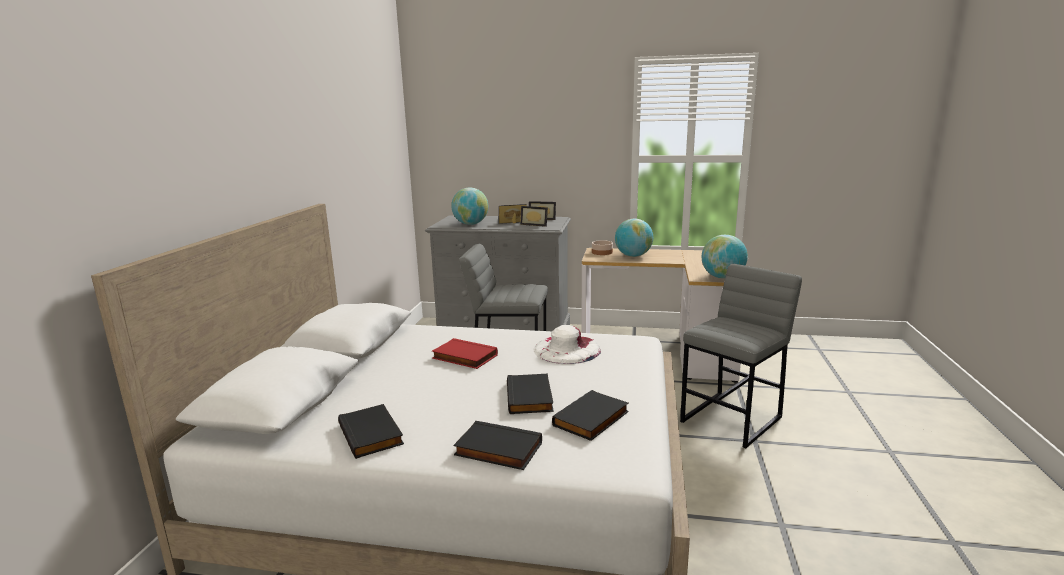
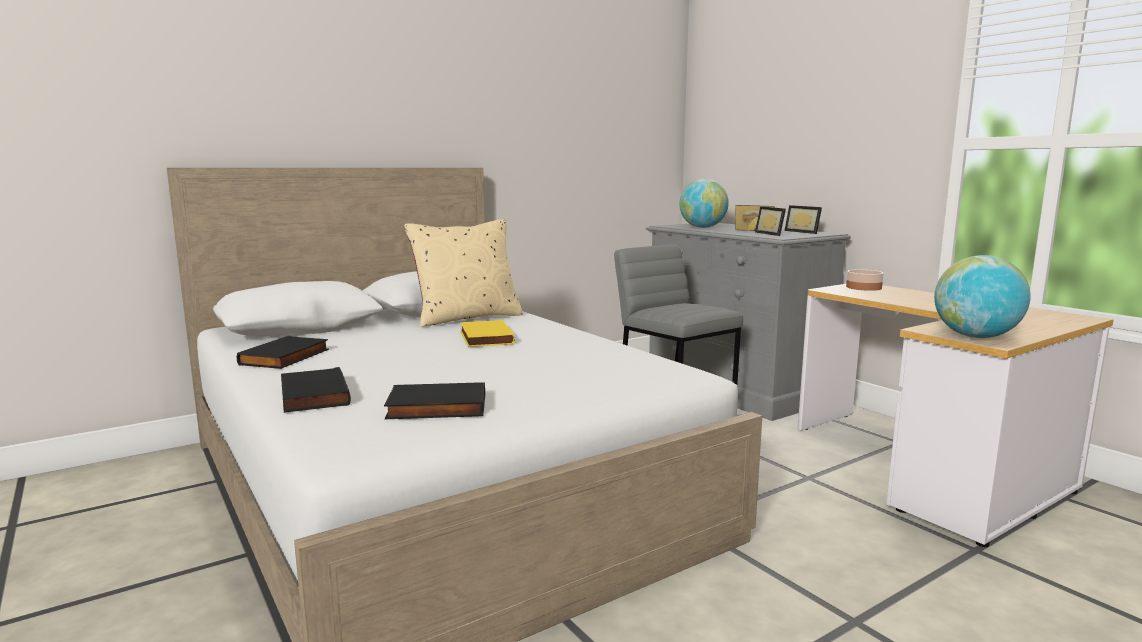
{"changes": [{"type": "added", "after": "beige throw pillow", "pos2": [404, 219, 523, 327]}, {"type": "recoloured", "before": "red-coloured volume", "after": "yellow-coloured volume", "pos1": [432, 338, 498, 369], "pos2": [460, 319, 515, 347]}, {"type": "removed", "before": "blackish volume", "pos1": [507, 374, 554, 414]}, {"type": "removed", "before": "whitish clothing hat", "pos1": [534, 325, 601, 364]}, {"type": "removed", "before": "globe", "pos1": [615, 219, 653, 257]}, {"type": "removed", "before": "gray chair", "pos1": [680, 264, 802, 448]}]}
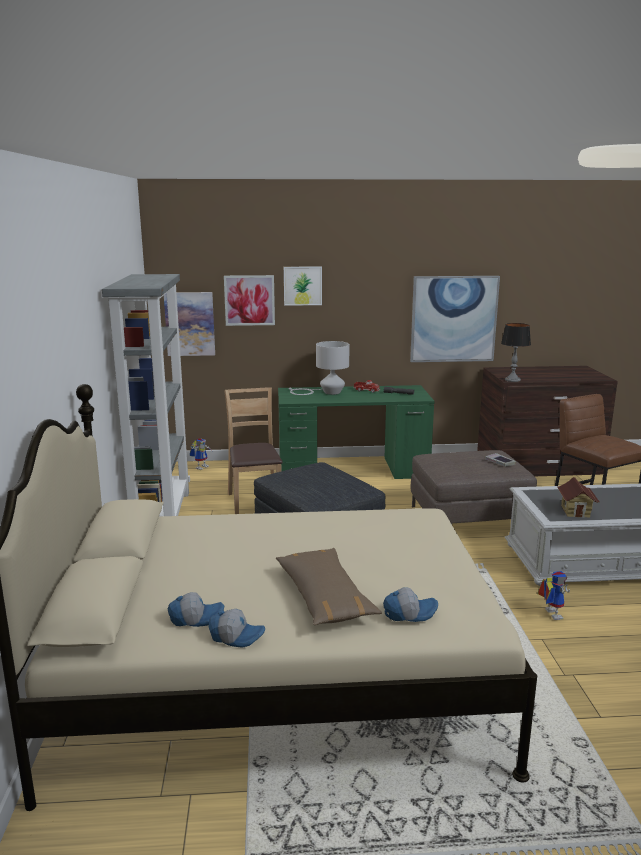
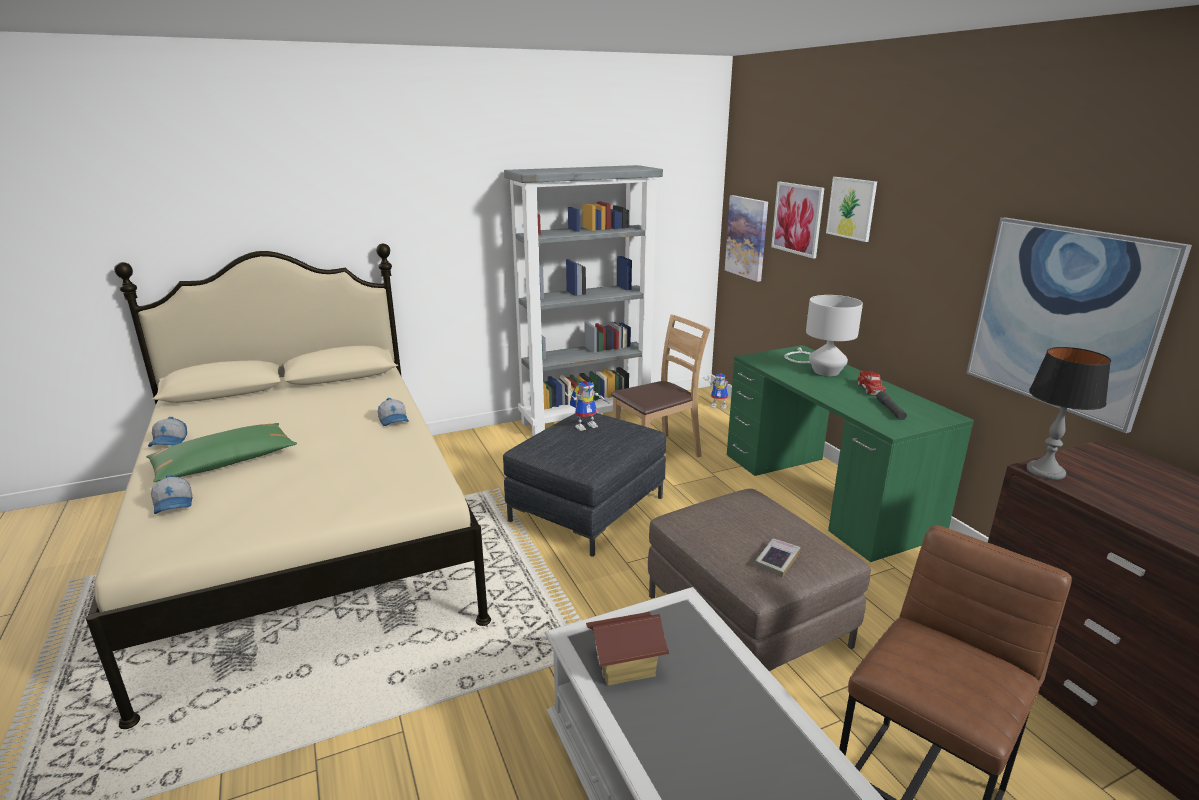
{"changes": [{"type": "recoloured", "before": "brown-coloured throw pillow", "after": "greenish throw pillow", "pos1": [276, 548, 382, 625], "pos2": [146, 423, 297, 482]}, {"type": "moved", "before": "peaked cap", "pos1": [168, 592, 224, 627], "pos2": [378, 398, 409, 426]}, {"type": "moved", "before": "model robot", "pos1": [538, 571, 570, 620], "pos2": [565, 381, 608, 431]}]}
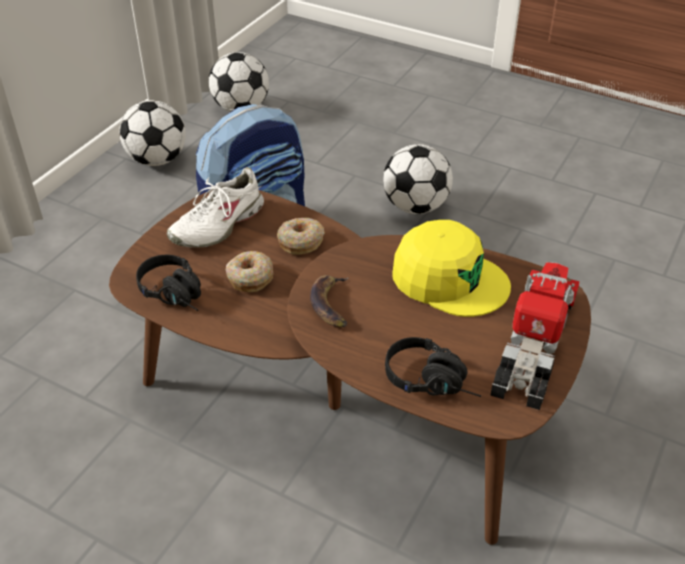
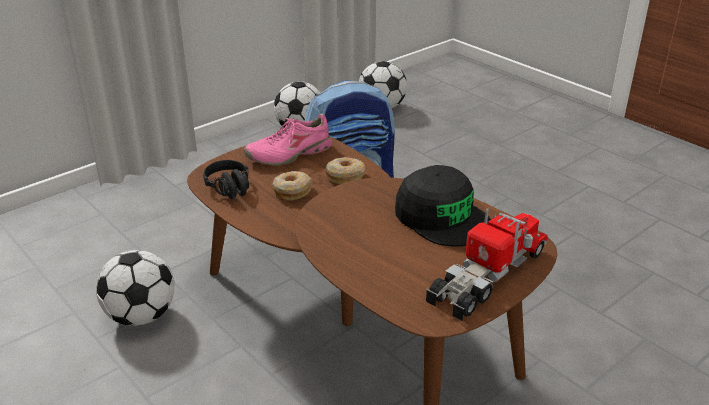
{"changes": [{"type": "moved", "before": "football", "pos1": [383, 144, 453, 214], "pos2": [96, 250, 175, 326]}, {"type": "recoloured", "before": "whitish low shoe", "after": "pinkish low shoe", "pos1": [167, 167, 264, 248], "pos2": [244, 114, 332, 166]}, {"type": "recoloured", "before": "yellow-coloured peaked cap", "after": "blackish peaked cap", "pos1": [392, 220, 511, 317], "pos2": [395, 165, 491, 247]}, {"type": "removed", "before": "banana", "pos1": [310, 275, 349, 327]}, {"type": "removed", "before": "blackish headset", "pos1": [385, 337, 481, 397]}]}
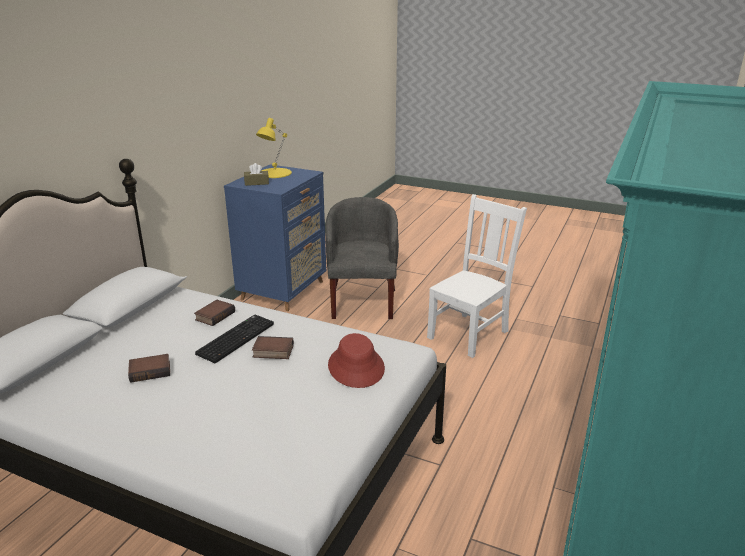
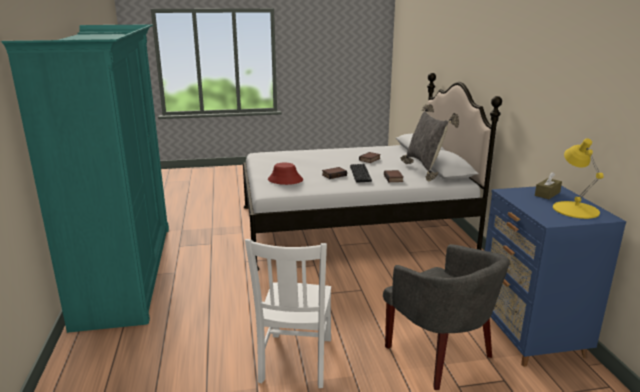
{"changes": [{"type": "added", "after": "throw pillow", "pos2": [401, 104, 459, 181]}]}
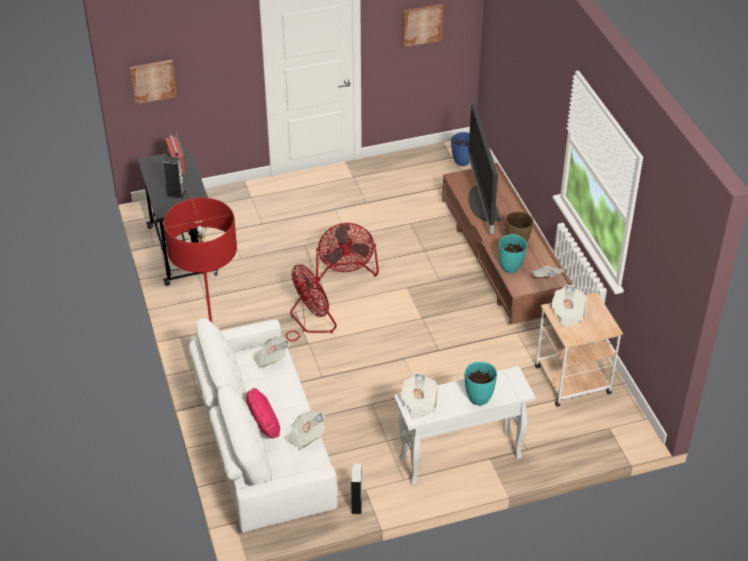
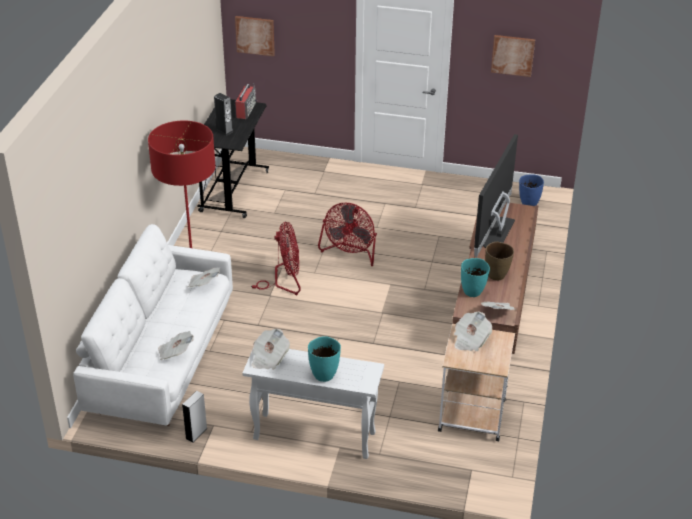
{"changes": [{"type": "removed", "before": "pinkish throw pillow", "pos1": [246, 388, 280, 438]}]}
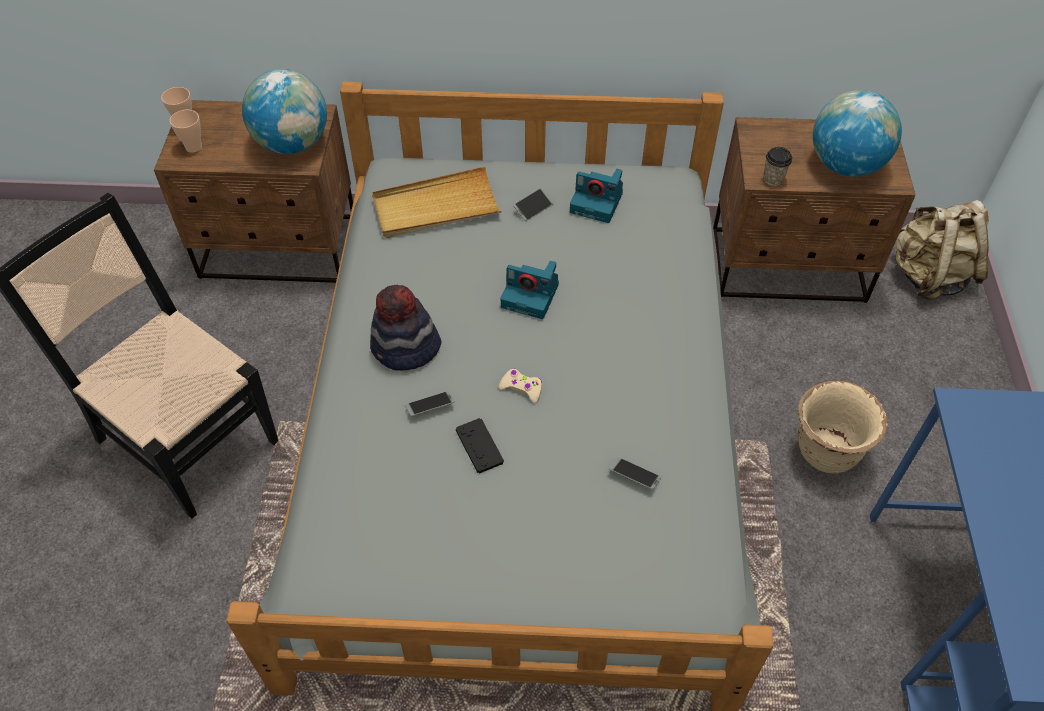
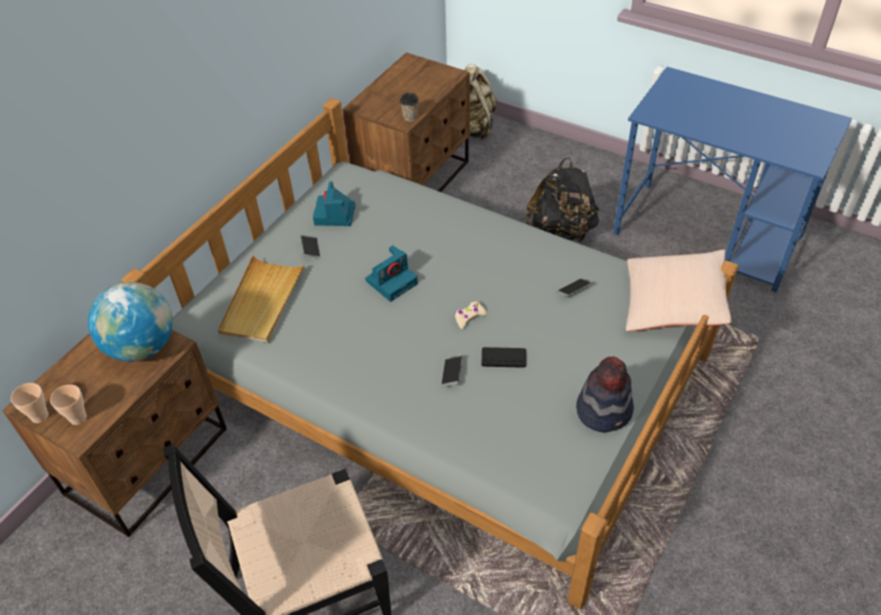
{"changes": [{"type": "turned", "before": "still camera", "pos1": [570, 169, 623, 223], "pos2": [313, 181, 355, 226], "turn": 135}, {"type": "replaced", "before": "beige planter", "after": "blackish backpack", "pos1": [798, 380, 888, 473], "pos2": [526, 157, 599, 242]}, {"type": "moved", "before": "clothing hat", "pos1": [370, 285, 442, 371], "pos2": [576, 356, 634, 432]}, {"type": "added", "after": "beige throw pillow", "pos2": [626, 249, 732, 331]}, {"type": "removed", "before": "globe", "pos1": [813, 90, 902, 177]}]}
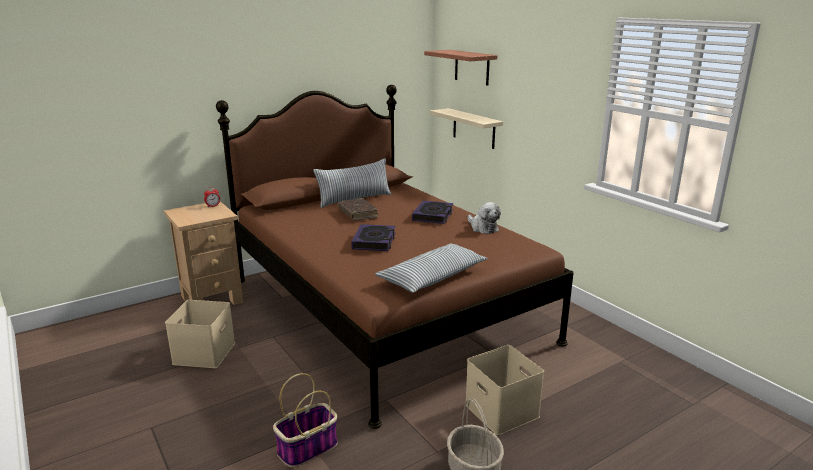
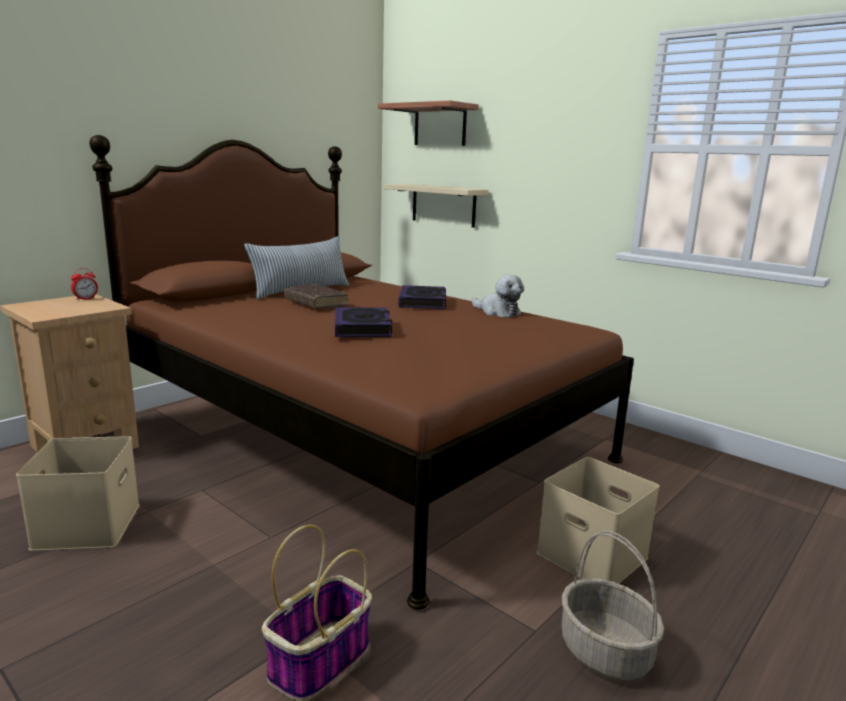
{"changes": [{"type": "removed", "before": "throw pillow", "pos1": [375, 243, 488, 293]}]}
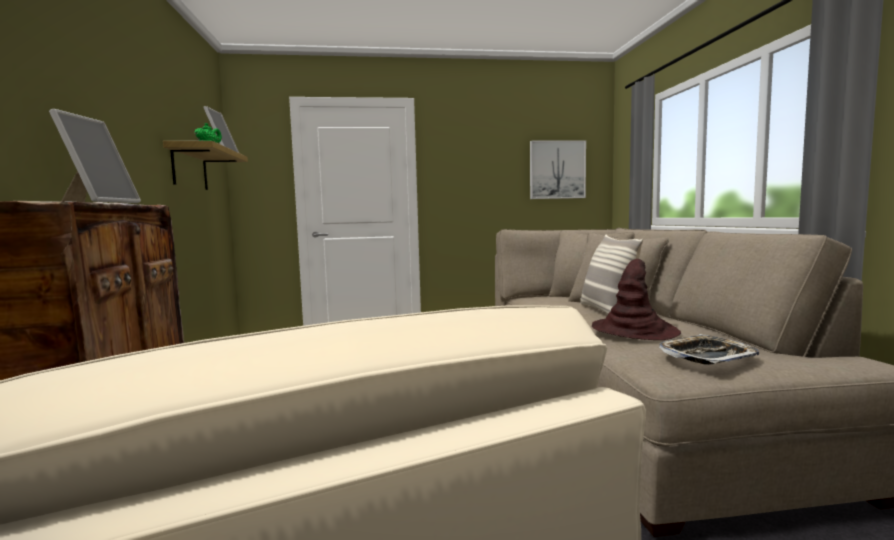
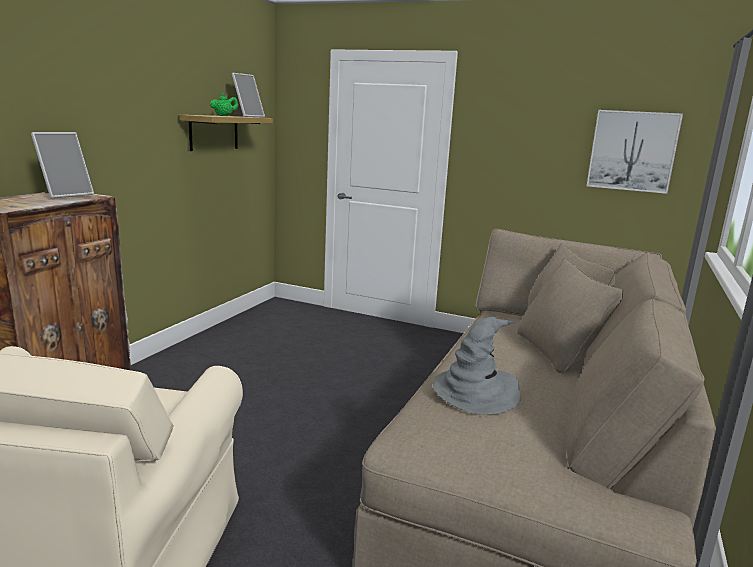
{"changes": [{"type": "recoloured", "before": "brown-coloured clothing hat", "after": "gray clothing hat", "pos1": [592, 259, 681, 340], "pos2": [433, 317, 520, 414]}, {"type": "removed", "before": "throw pillow", "pos1": [580, 234, 643, 314]}, {"type": "removed", "before": "carrying tray", "pos1": [659, 334, 759, 365]}]}
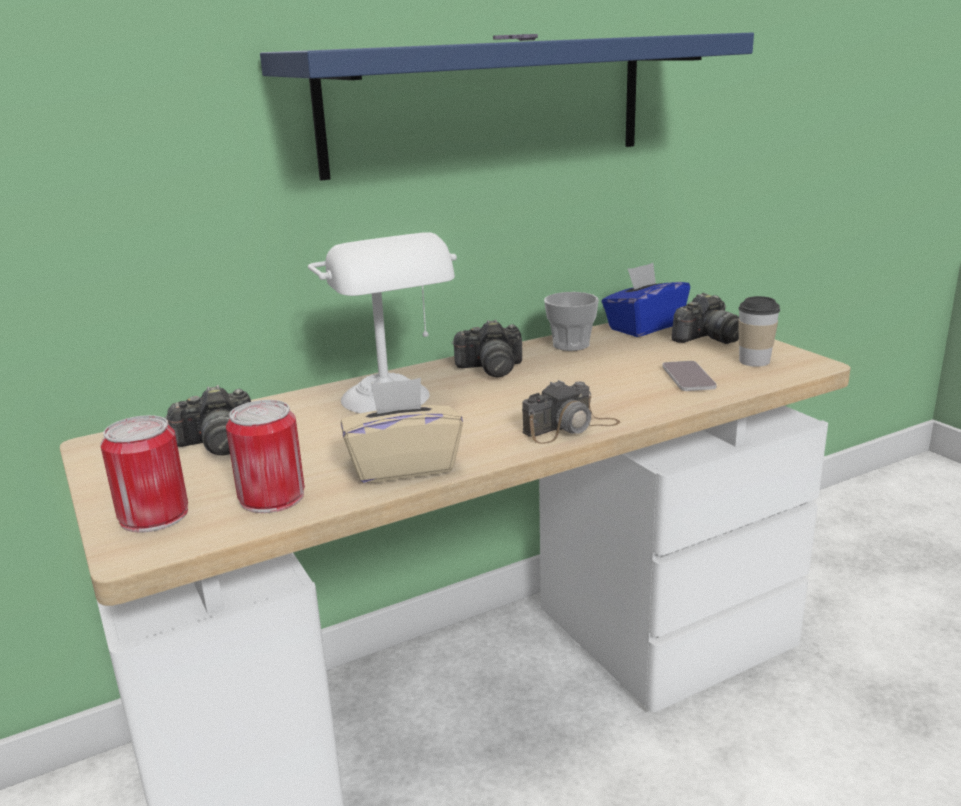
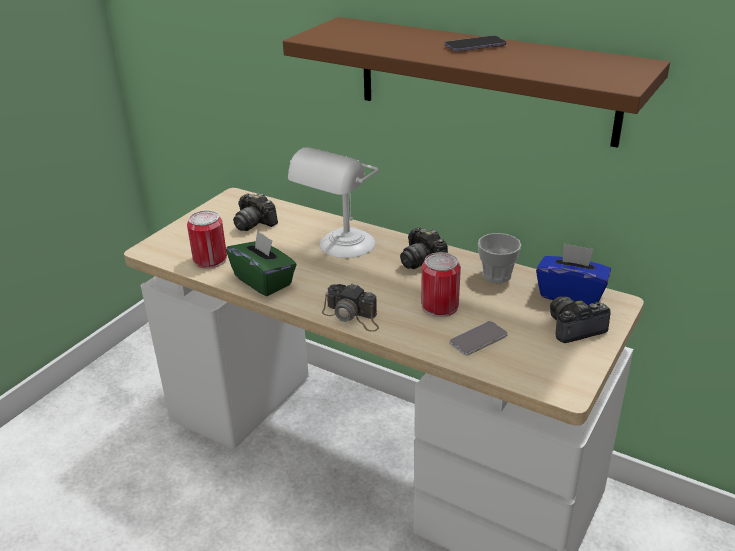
{"changes": [{"type": "recoloured", "before": "beige tissue holder", "after": "greenish tissue holder", "pos1": [341, 378, 463, 483], "pos2": [226, 230, 296, 296]}, {"type": "recoloured", "before": "blue-coloured bracket shelf", "after": "brown-coloured bracket shelf", "pos1": [260, 32, 754, 180], "pos2": [283, 17, 670, 148]}, {"type": "moved", "before": "sealed can", "pos1": [101, 415, 188, 533], "pos2": [421, 252, 461, 317]}, {"type": "turned", "before": "still camera", "pos1": [672, 293, 739, 344], "pos2": [550, 296, 610, 343], "turn": 135}, {"type": "removed", "before": "drinking cup", "pos1": [738, 296, 780, 367]}]}
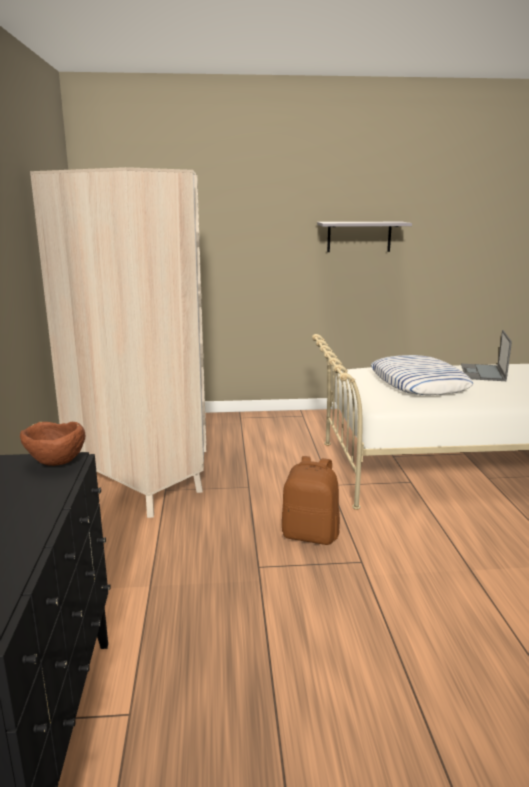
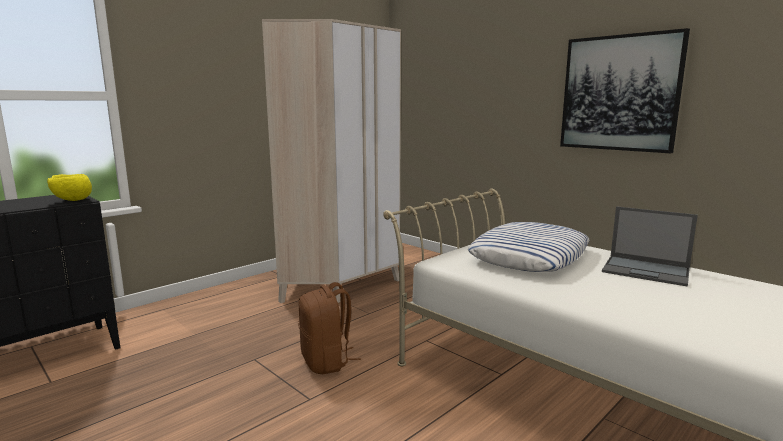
{"changes": [{"type": "recoloured", "before": "brown-coloured serving bowl", "after": "yellow-coloured serving bowl", "pos1": [20, 422, 86, 466], "pos2": [47, 174, 92, 201]}, {"type": "replaced", "before": "gray bracket shelf", "after": "wall art", "pos1": [317, 222, 412, 252], "pos2": [560, 28, 690, 153]}, {"type": "turned", "before": "laptop", "pos1": [461, 330, 512, 381], "pos2": [602, 206, 698, 286], "turn": -120}]}
